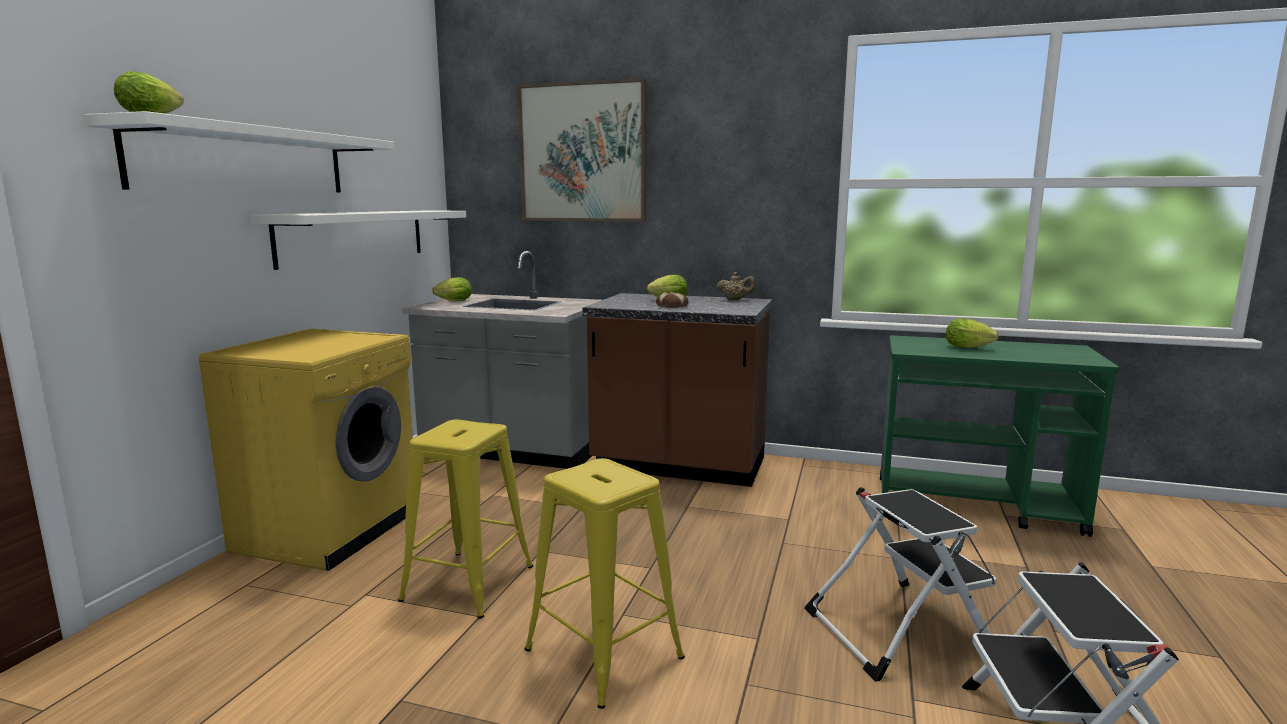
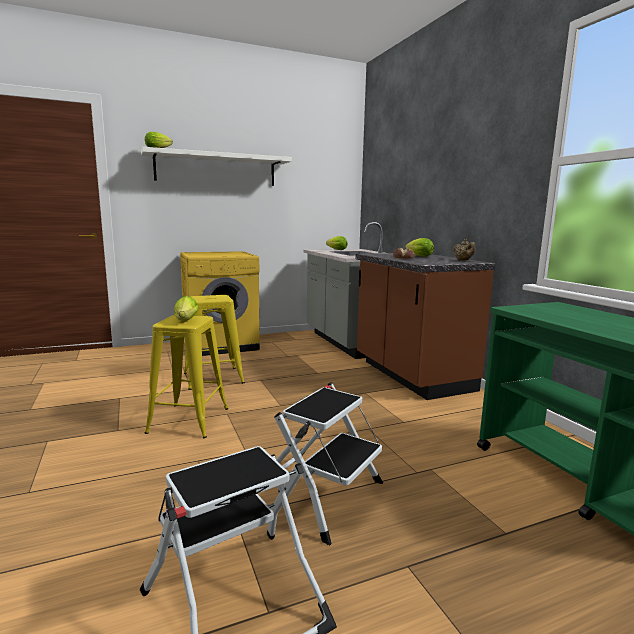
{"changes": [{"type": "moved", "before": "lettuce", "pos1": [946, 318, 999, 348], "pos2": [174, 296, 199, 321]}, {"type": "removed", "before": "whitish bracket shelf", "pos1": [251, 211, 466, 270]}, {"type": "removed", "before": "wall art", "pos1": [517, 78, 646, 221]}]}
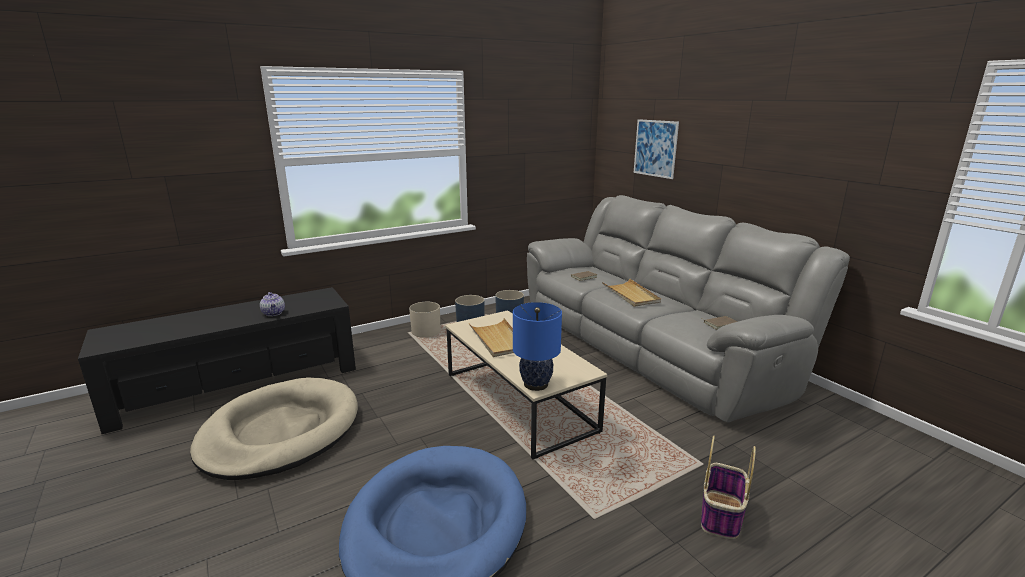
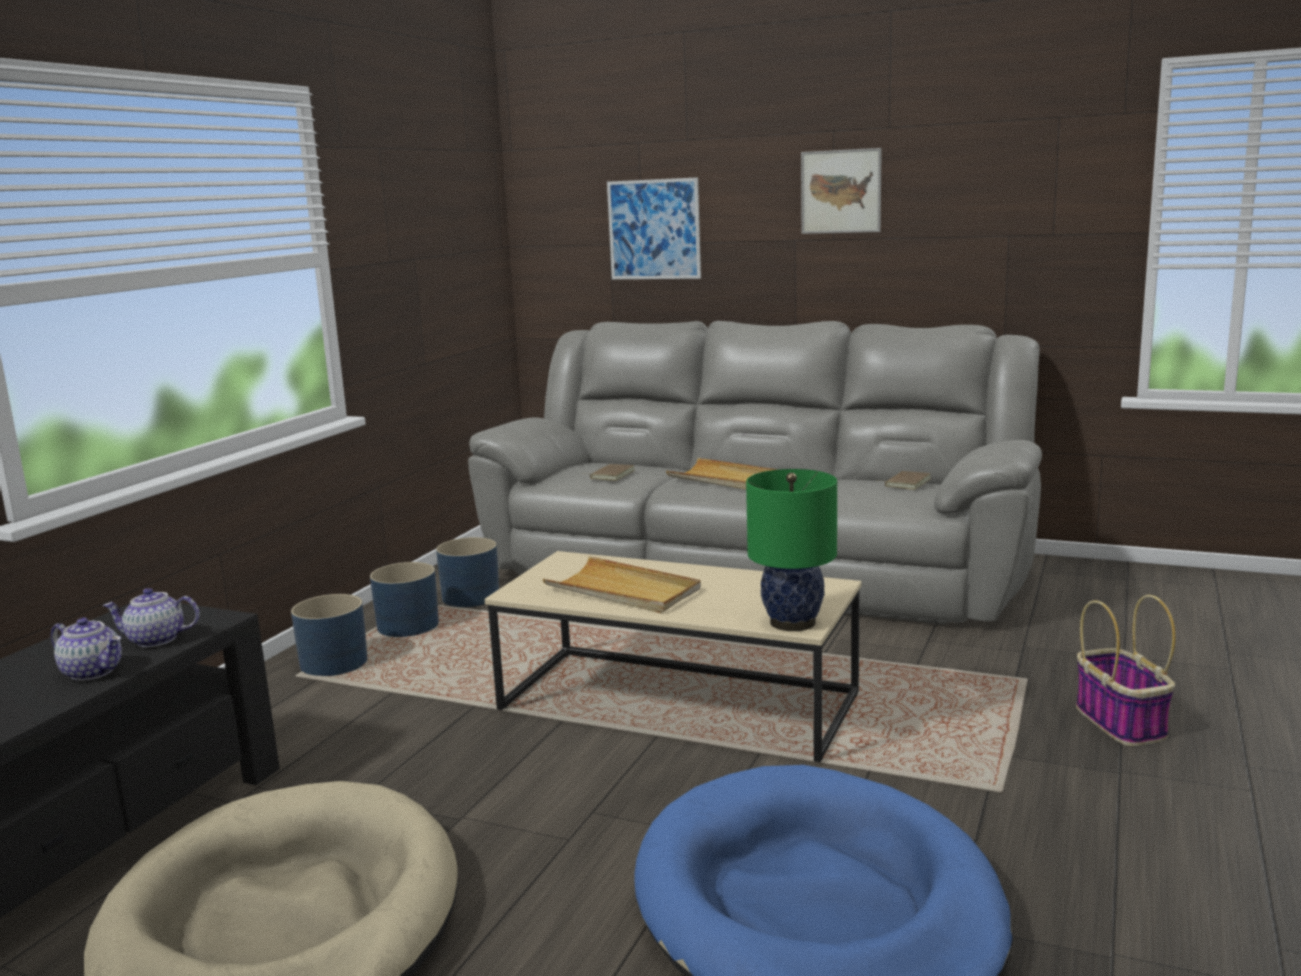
{"changes": [{"type": "added", "after": "teapot", "pos2": [103, 588, 200, 647]}, {"type": "recoloured", "before": "beige planter", "after": "blue-coloured planter", "pos1": [409, 302, 440, 338], "pos2": [291, 594, 367, 676]}, {"type": "recoloured", "before": "blue-coloured lamp for a table", "after": "greenish lamp for a table", "pos1": [513, 302, 562, 391], "pos2": [746, 469, 837, 631]}, {"type": "added", "after": "wall art", "pos2": [801, 148, 882, 234]}]}
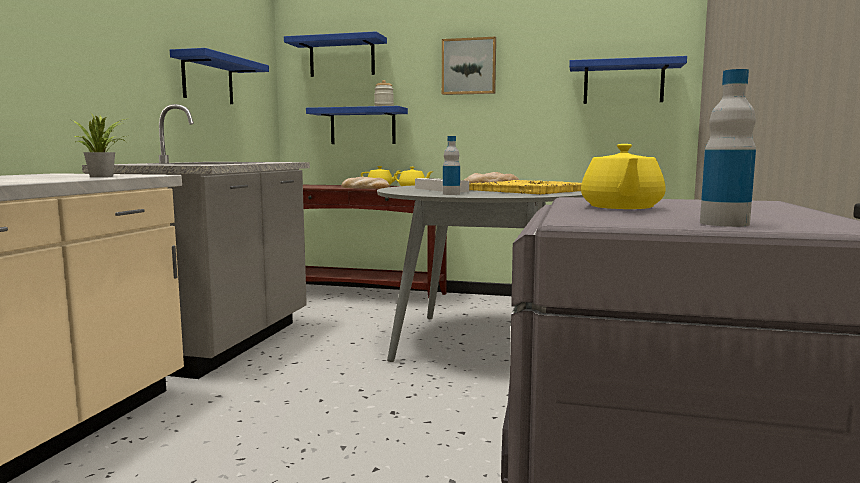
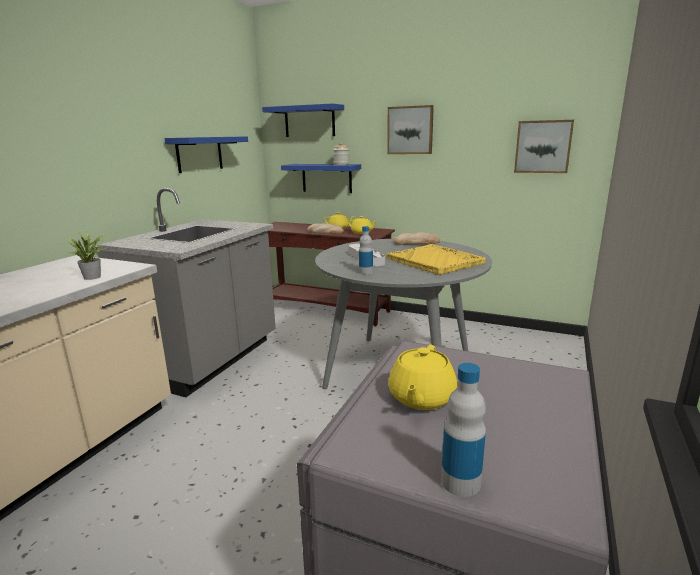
{"changes": [{"type": "replaced", "before": "blue-coloured bracket shelf", "after": "wall art", "pos1": [569, 56, 687, 104], "pos2": [514, 120, 574, 173]}]}
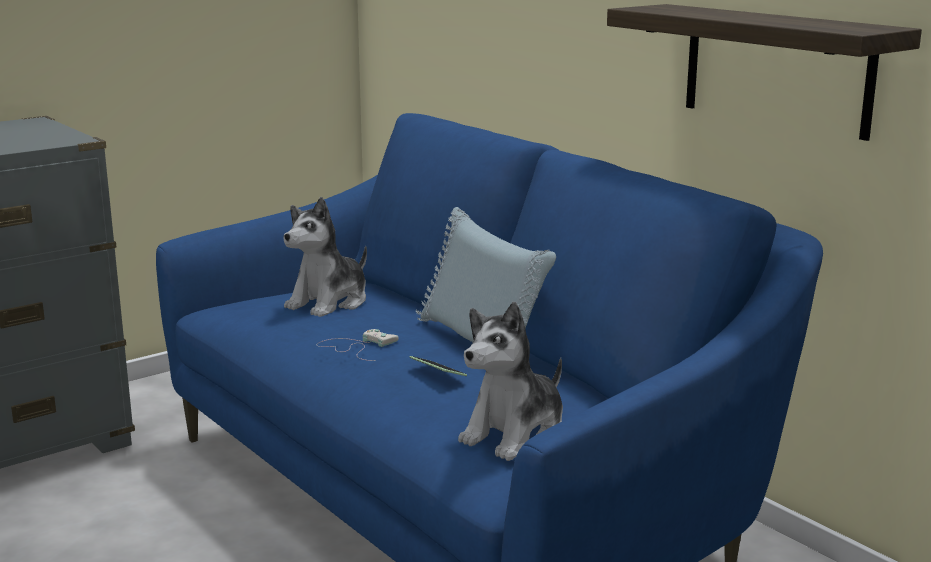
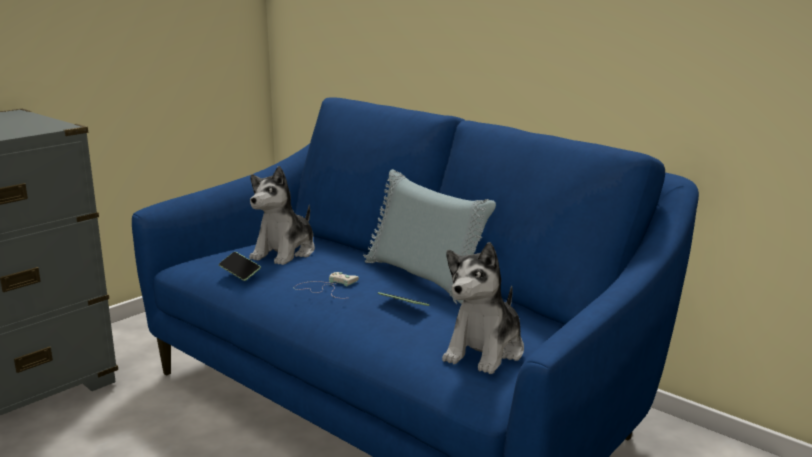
{"changes": [{"type": "added", "after": "handset", "pos2": [219, 252, 261, 281]}, {"type": "removed", "before": "bracket shelf", "pos1": [607, 4, 922, 141]}]}
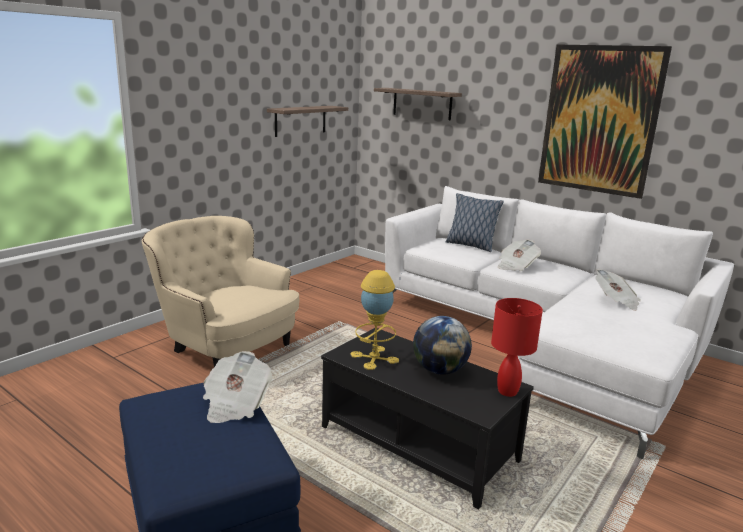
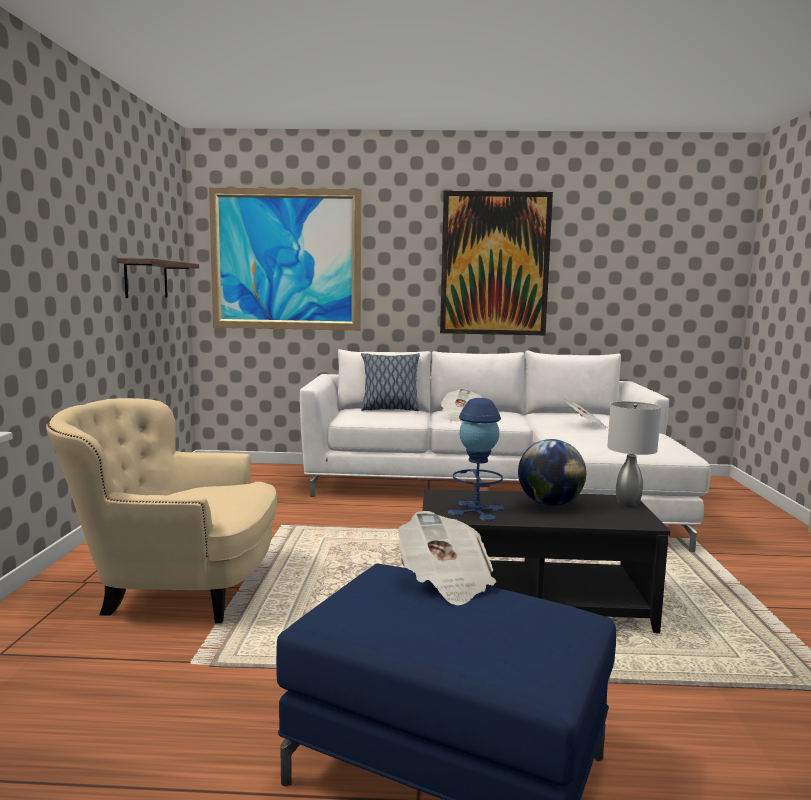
{"changes": [{"type": "replaced", "before": "bracket shelf", "after": "wall art", "pos1": [374, 88, 462, 120], "pos2": [209, 188, 361, 331]}, {"type": "recoloured", "before": "yellow-coloured lamp for a table", "after": "blue-coloured lamp for a table", "pos1": [350, 270, 399, 370], "pos2": [448, 398, 505, 521]}, {"type": "recoloured", "before": "red-coloured lamp for a table", "after": "gray lamp for a table", "pos1": [491, 298, 543, 397], "pos2": [607, 401, 661, 507]}]}
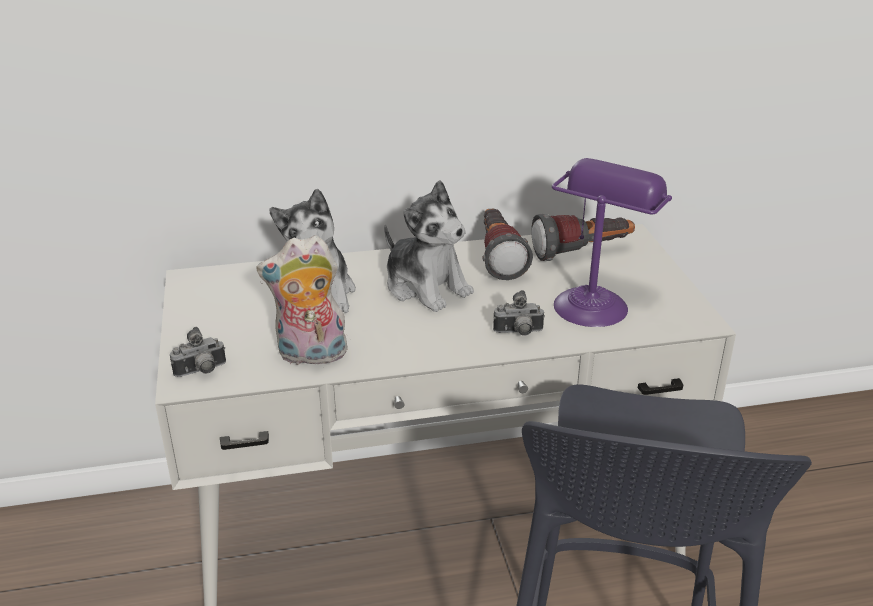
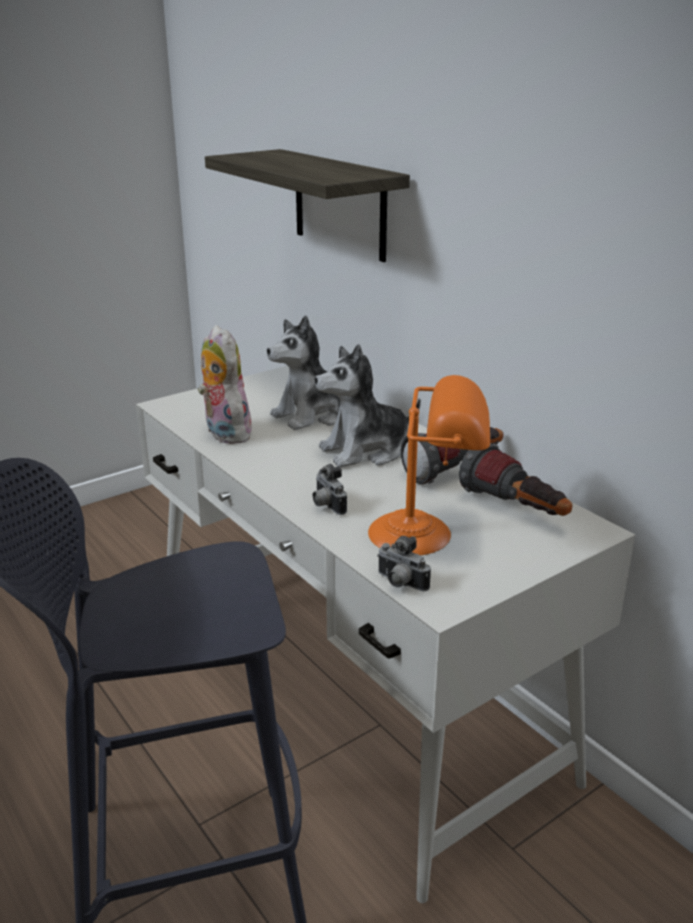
{"changes": [{"type": "added", "after": "bracket shelf", "pos2": [205, 149, 410, 262]}, {"type": "turned", "before": "soft toy", "pos1": [384, 180, 474, 312], "pos2": [315, 344, 421, 467], "turn": 45}, {"type": "recoloured", "before": "purplish lamp for a table", "after": "orange lamp for a table", "pos1": [552, 158, 672, 327], "pos2": [368, 375, 490, 555]}, {"type": "moved", "before": "still camera", "pos1": [170, 327, 226, 377], "pos2": [377, 536, 431, 591]}]}
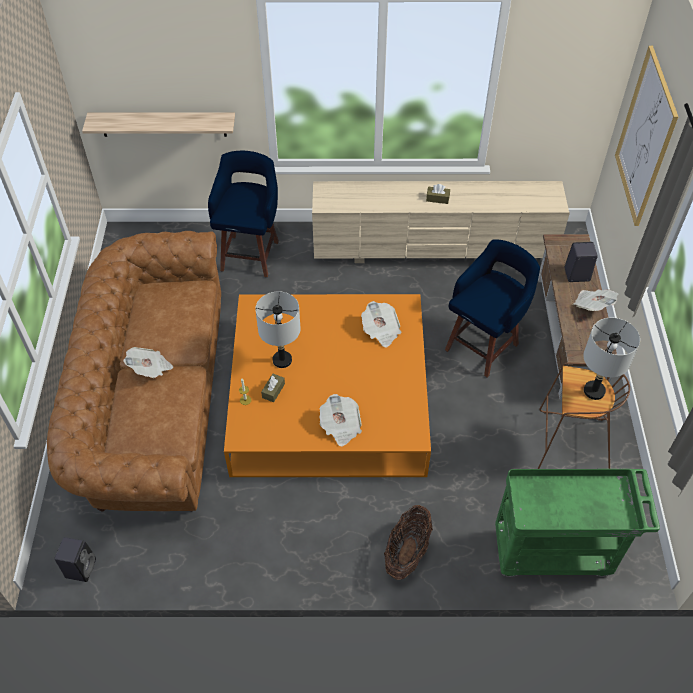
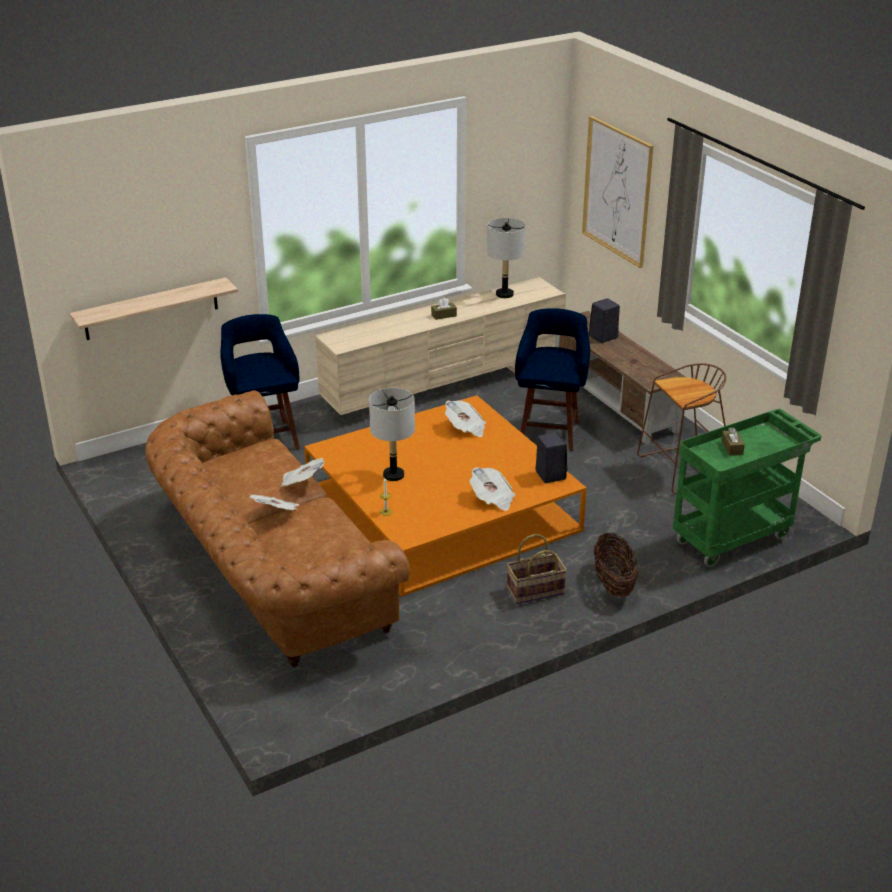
{"changes": [{"type": "moved", "before": "daily paper", "pos1": [573, 289, 618, 311], "pos2": [281, 458, 325, 487]}, {"type": "moved", "before": "gray lamp for a table", "pos1": [583, 318, 640, 400], "pos2": [487, 218, 526, 298]}, {"type": "added", "after": "basket", "pos2": [506, 534, 567, 604]}, {"type": "moved", "before": "blackish audio speaker", "pos1": [55, 537, 96, 582], "pos2": [536, 432, 568, 483]}, {"type": "moved", "before": "brown-coloured tissue holder", "pos1": [261, 374, 285, 402], "pos2": [721, 427, 745, 456]}]}
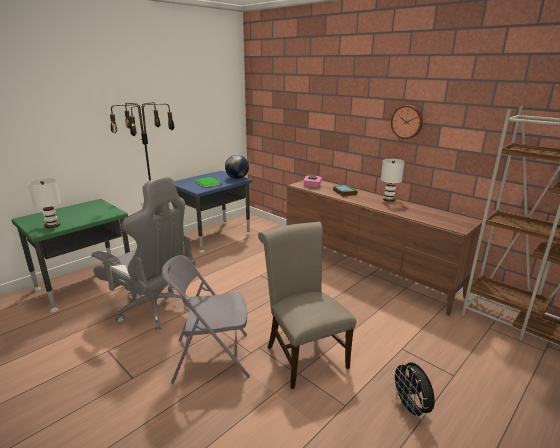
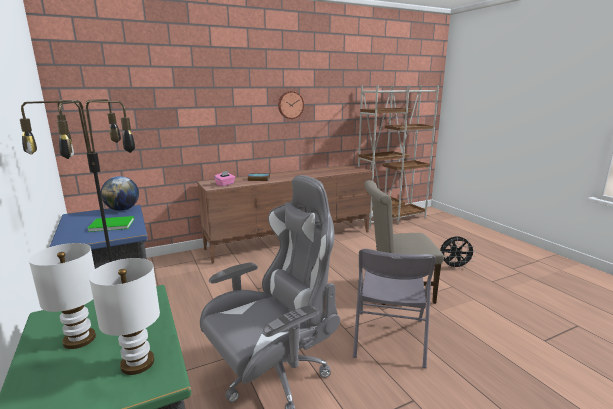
{"changes": [{"type": "moved", "before": "whitish lamp for a table", "pos1": [381, 159, 405, 202], "pos2": [29, 243, 96, 349]}]}
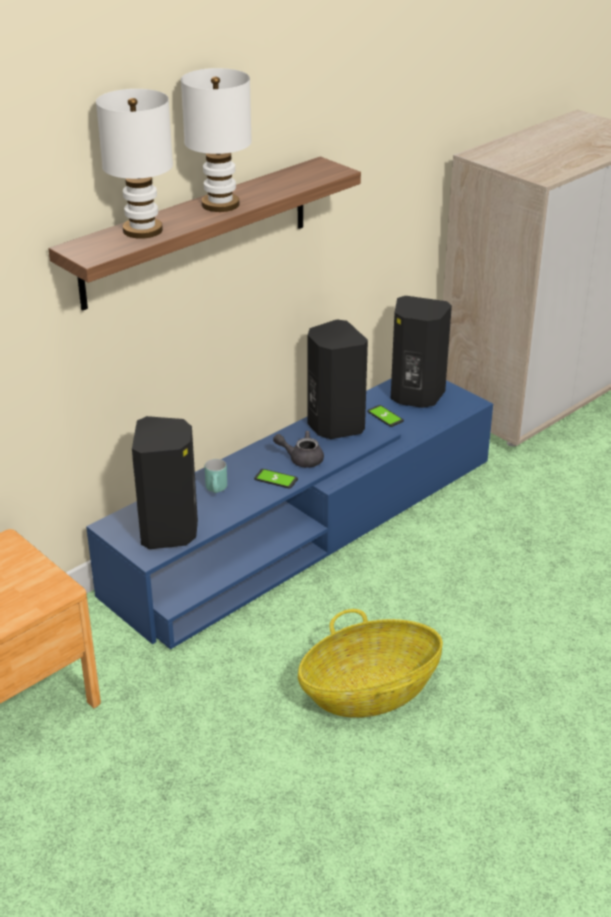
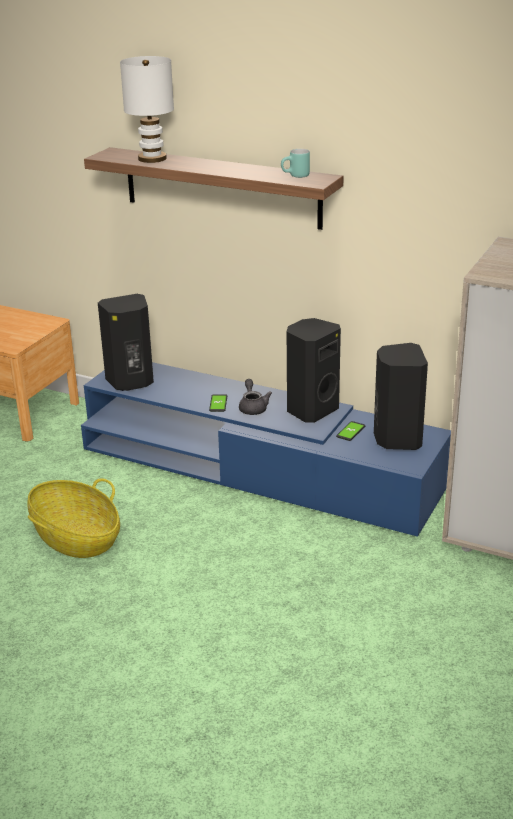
{"changes": [{"type": "moved", "before": "turquoise-coloured tea mug", "pos1": [205, 459, 227, 493], "pos2": [281, 149, 310, 178]}, {"type": "removed", "before": "whitish lamp for a table", "pos1": [181, 68, 252, 212]}]}
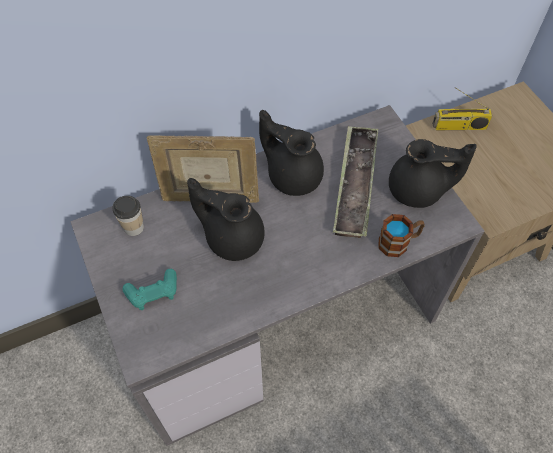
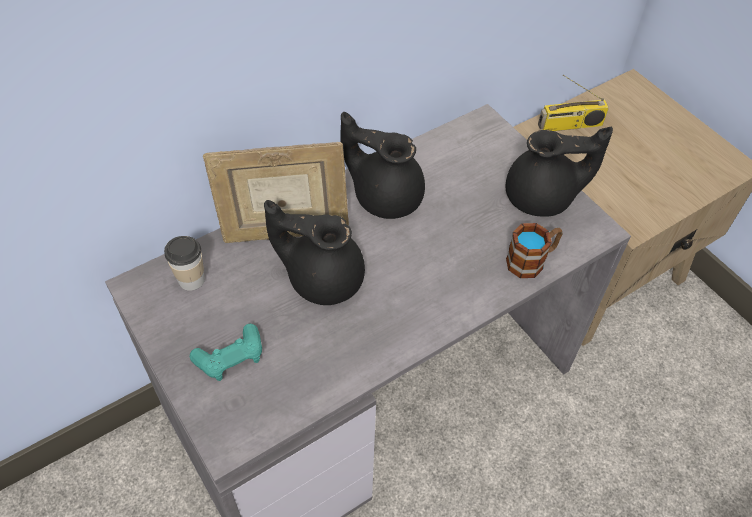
{"changes": [{"type": "removed", "before": "carrying tray", "pos1": [333, 126, 378, 238]}]}
